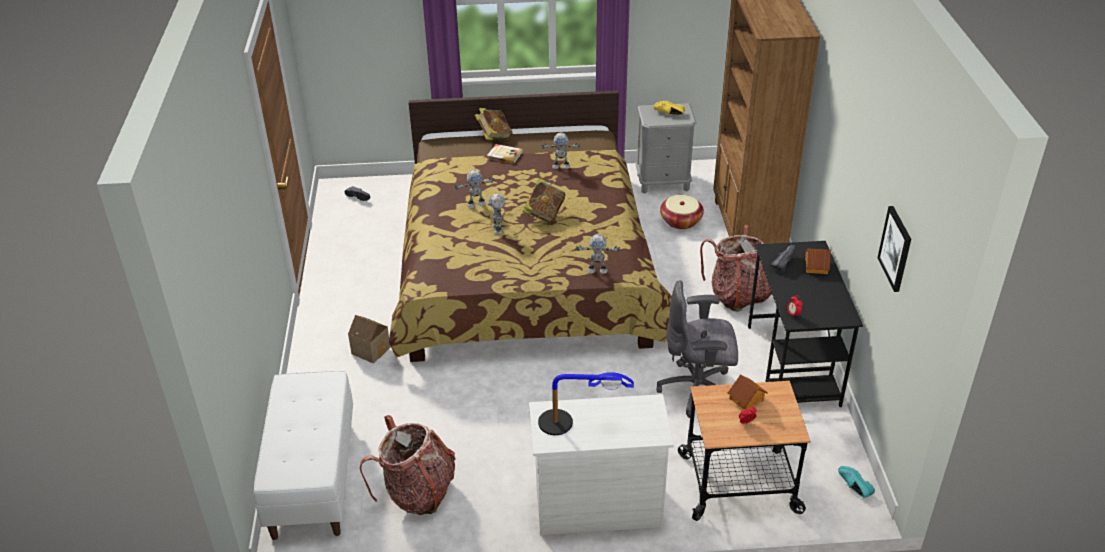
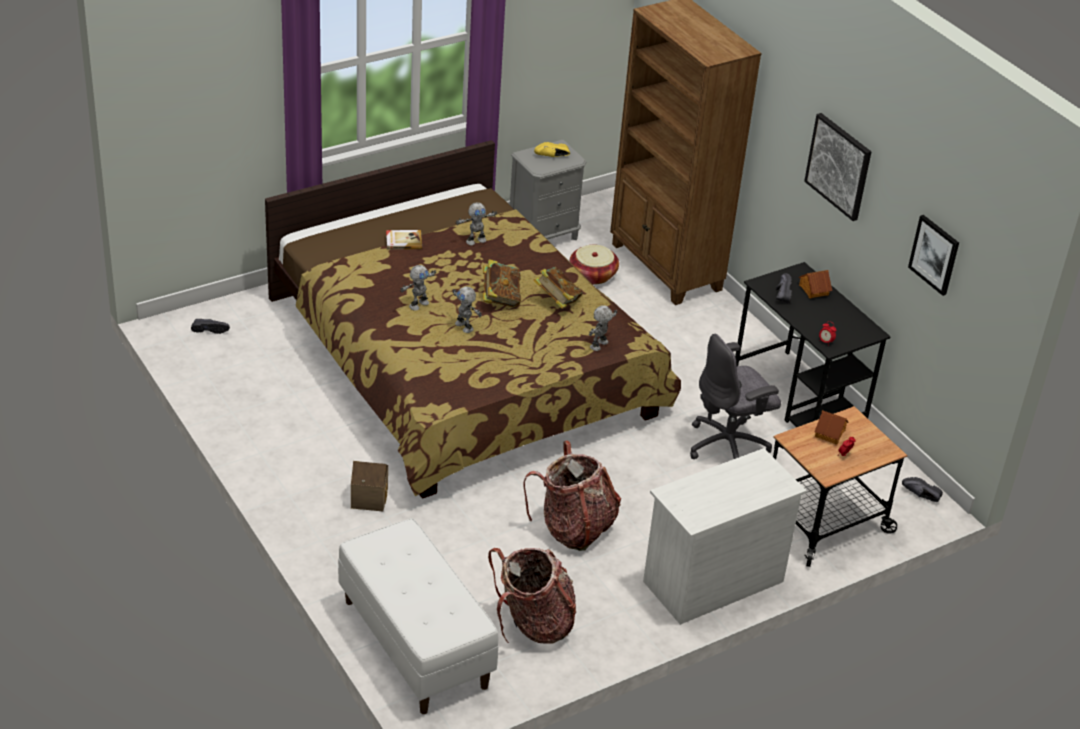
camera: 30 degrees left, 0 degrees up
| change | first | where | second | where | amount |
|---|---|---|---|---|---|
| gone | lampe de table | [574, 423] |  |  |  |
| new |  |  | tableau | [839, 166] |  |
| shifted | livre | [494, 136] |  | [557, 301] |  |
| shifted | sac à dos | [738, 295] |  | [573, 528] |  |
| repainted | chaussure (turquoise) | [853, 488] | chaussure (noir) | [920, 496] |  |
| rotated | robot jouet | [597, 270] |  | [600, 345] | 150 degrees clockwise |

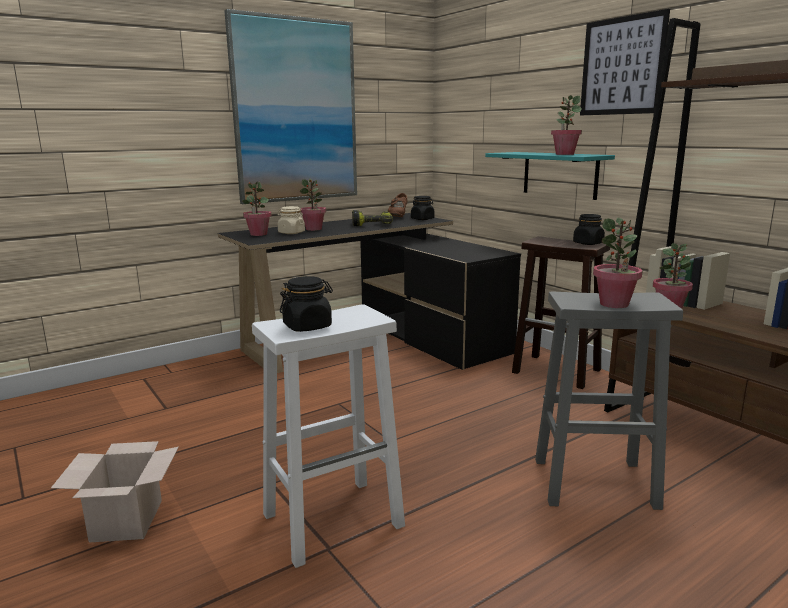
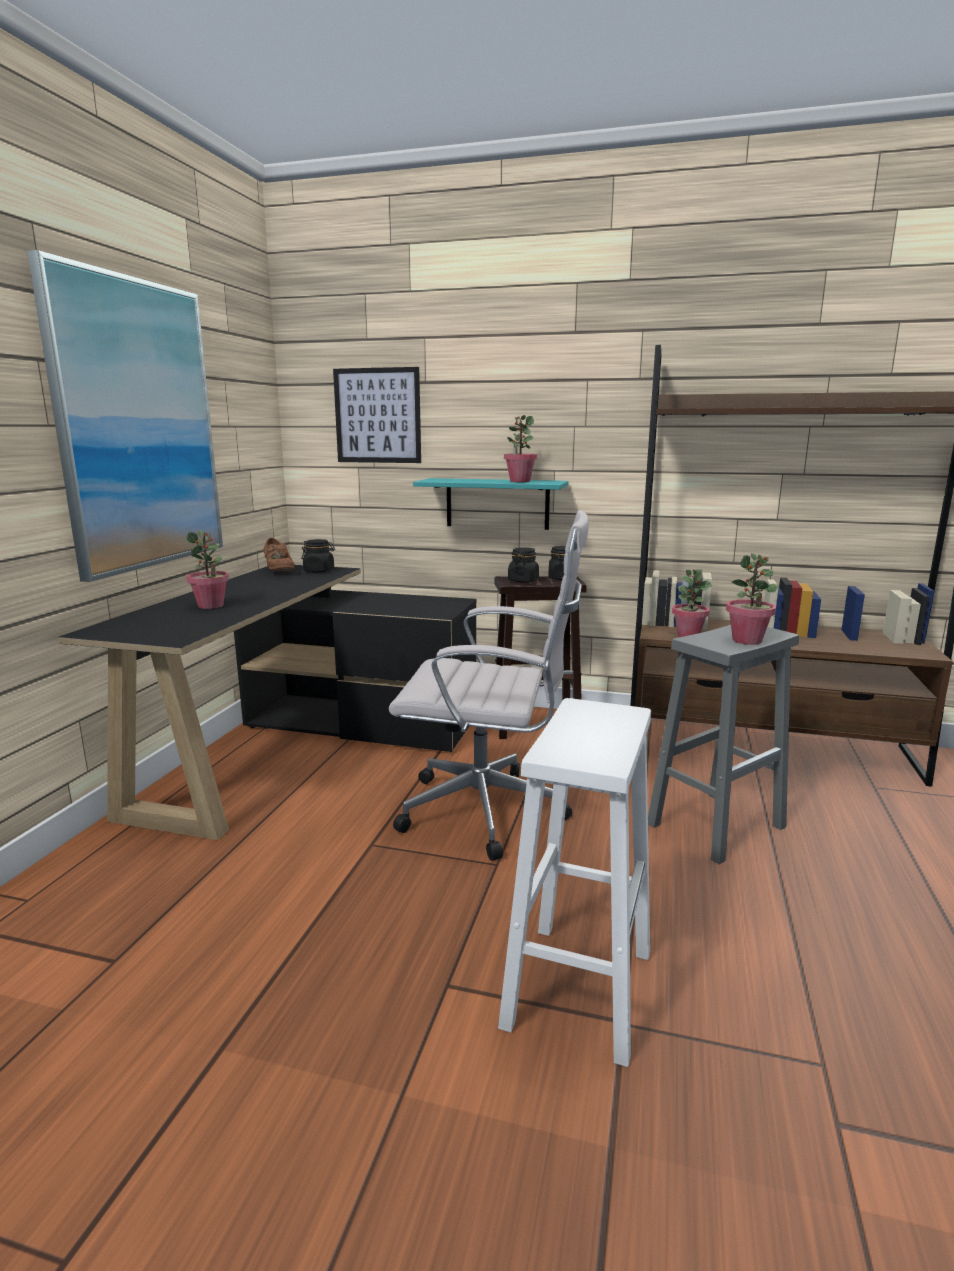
camera: 40 degrees left, 0 degrees up
| change | first | where | second | where | amount |
|---|---|---|---|---|---|
| gone | carton | [126, 519] |  |  |  |
| gone | plante en pot | [258, 234] |  |  |  |
| gone | bocal (beige) | [291, 233] |  |  |  |
| gone | perceuse | [372, 224] |  |  |  |
| new |  |  | chaise de bureau (blanc) | [490, 812] |  |
| shifted | bocal (noir) | [307, 326] |  | [523, 580] |  |
| shifted | tableau | [622, 66] |  | [377, 416] |  |

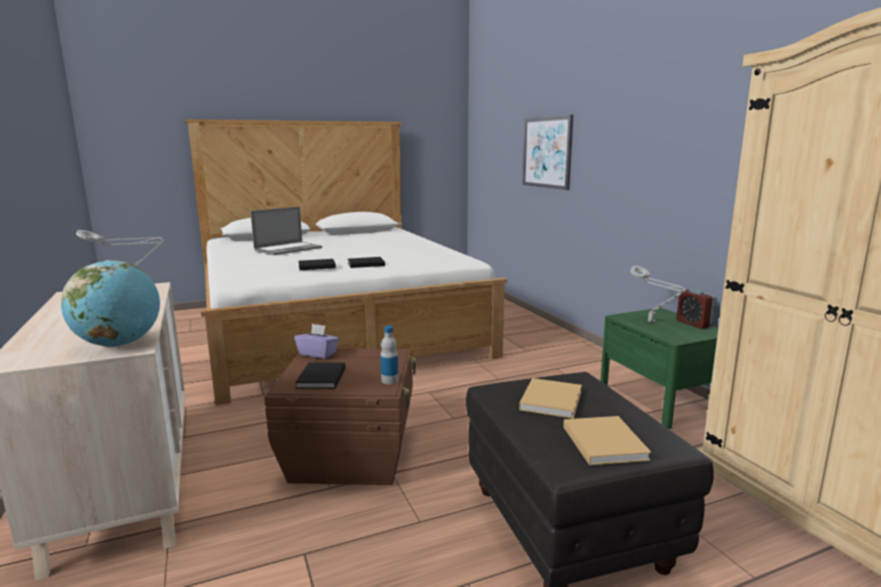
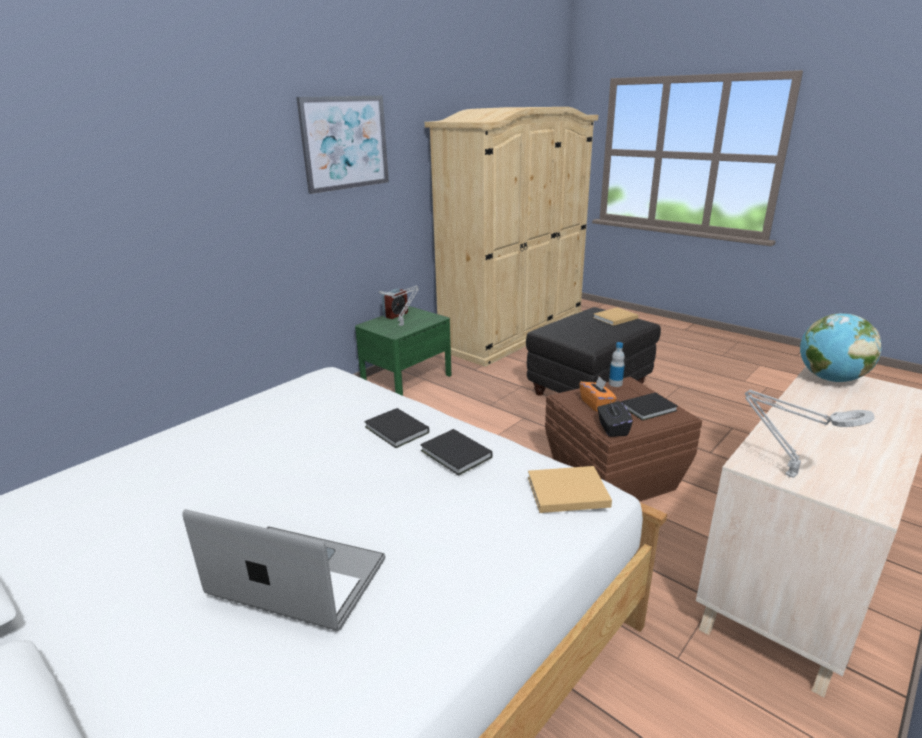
camera: 115 degrees left, 10 degrees up
| change | first | where | second | where | amount |
|---|---|---|---|---|---|
| new |  |  | boîte à mouchoirs (orange) | [596, 404] |  |
| shifted | livre (beige) | [551, 399] |  | [565, 492] |  |
| shifted | tableau | [547, 152] |  | [345, 143] |  |
| repainted | boîte à mouchoirs (violet) | [318, 354] | boîte à mouchoirs (noir) | [612, 429] |  |

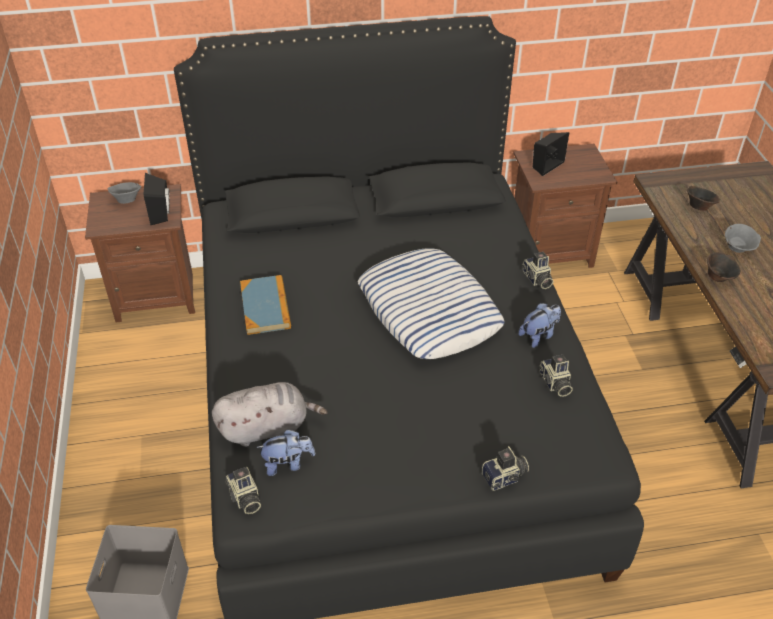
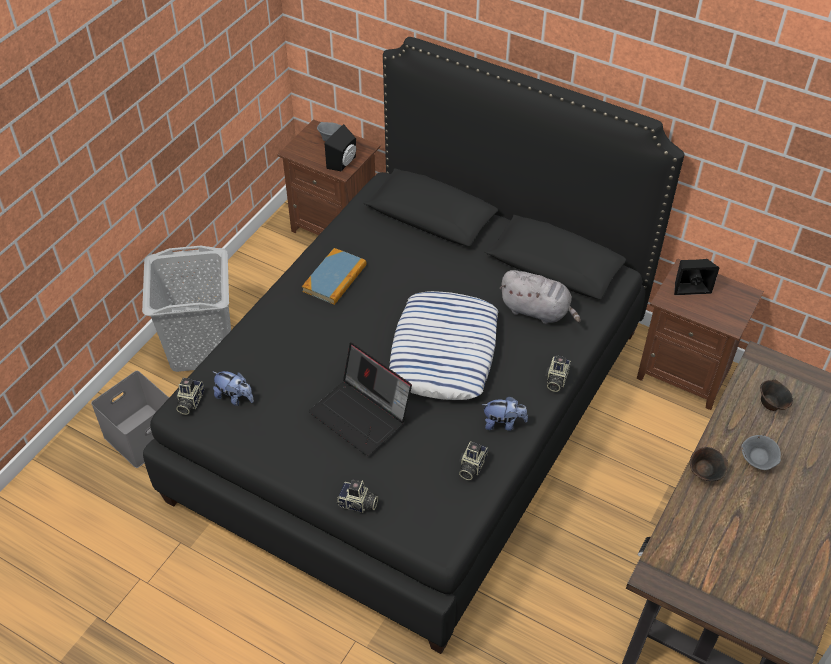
camera: 40 degrees right, 5 degrees up
| change | first | where | second | where | amount |
|---|---|---|---|---|---|
| new |  |  | panier à linge (gris) | [202, 347] |  |
| new |  |  | ordinateur portable | [362, 415] |  |
| shifted | peluche (gris) | [267, 428] |  | [537, 311] |  |

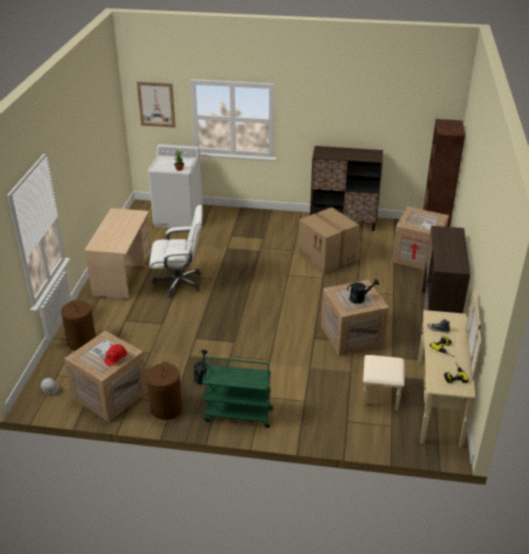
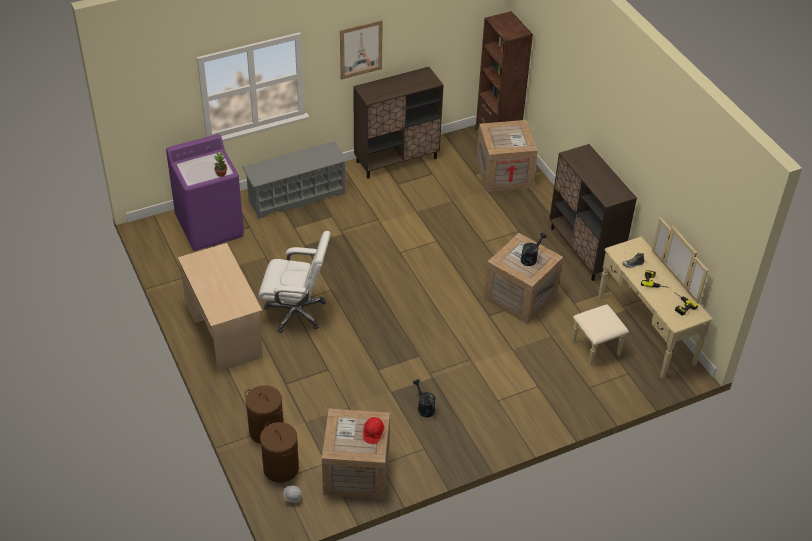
camera: 35 degrees left, 10 degrees up
| change | first | where | second | where | amount |
|---|---|---|---|---|---|
| gone | chariot (vert) | [237, 415] |  |  |  |
| gone | carton | [328, 257] |  |  |  |
| new |  |  | étagère à chaussures (gris) | [296, 197] |  |
| shifted | tableau | [156, 104] |  | [361, 49] |  |
| shifted | panier à linge (marron) | [166, 408] |  | [281, 468] |  |
| repainted | lave-linge (blanc) | [178, 217] | lave-linge (violet) | [210, 227] |  |
| rotated | chaise de bureau (blanc) | [179, 282] |  | [296, 312] | 45 degrees clockwise |

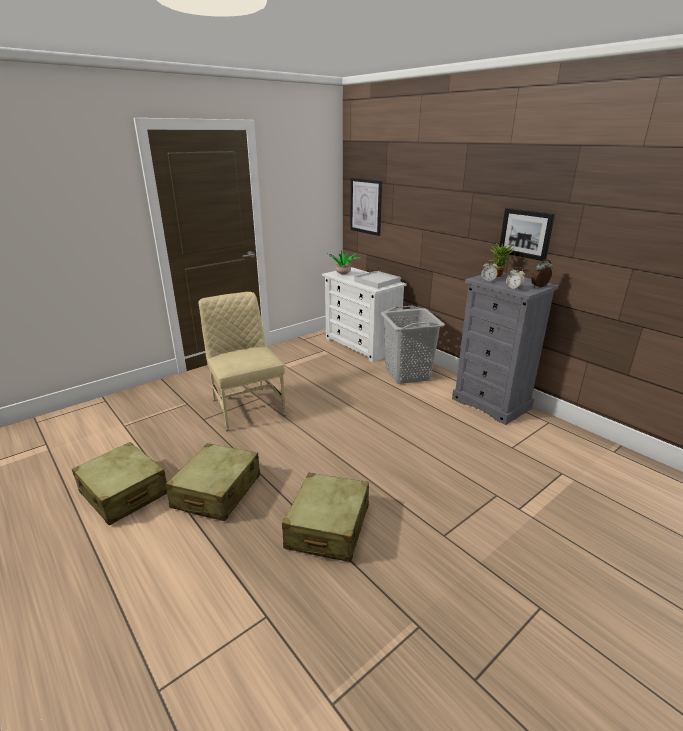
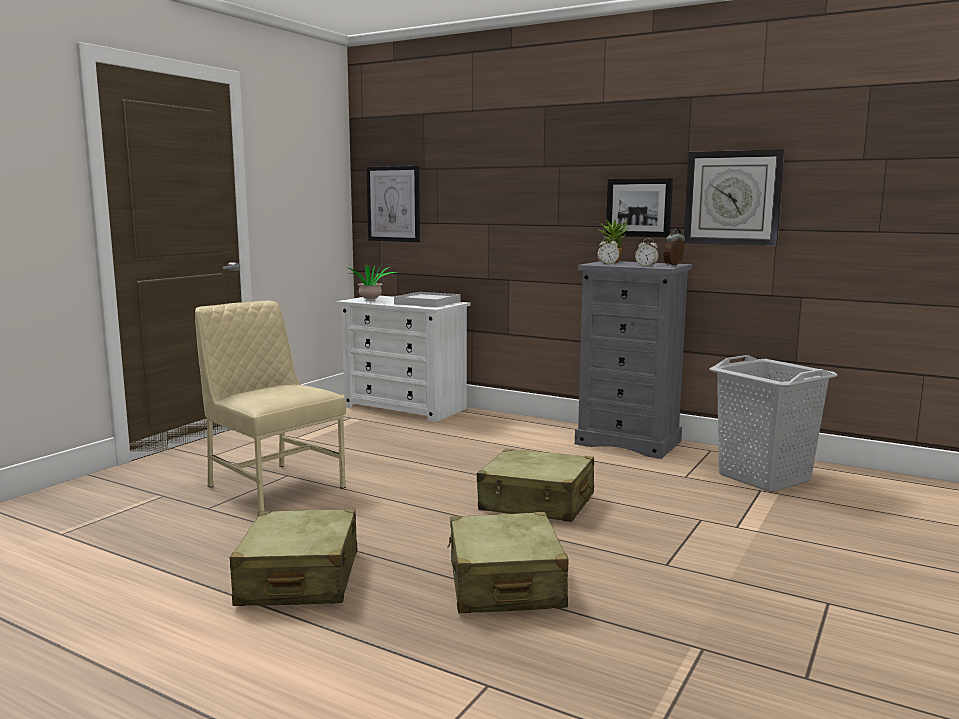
camera: 20 degrees left, 15 degrees down
| change | first | where | second | where | amount |
|---|---|---|---|---|---|
| new |  |  | horloge murale | [732, 198] |  |
| shifted | valise (beige) | [124, 493] |  | [537, 503] |  |
| shifted | panier à linge (gris) | [407, 374] |  | [764, 478] |  |

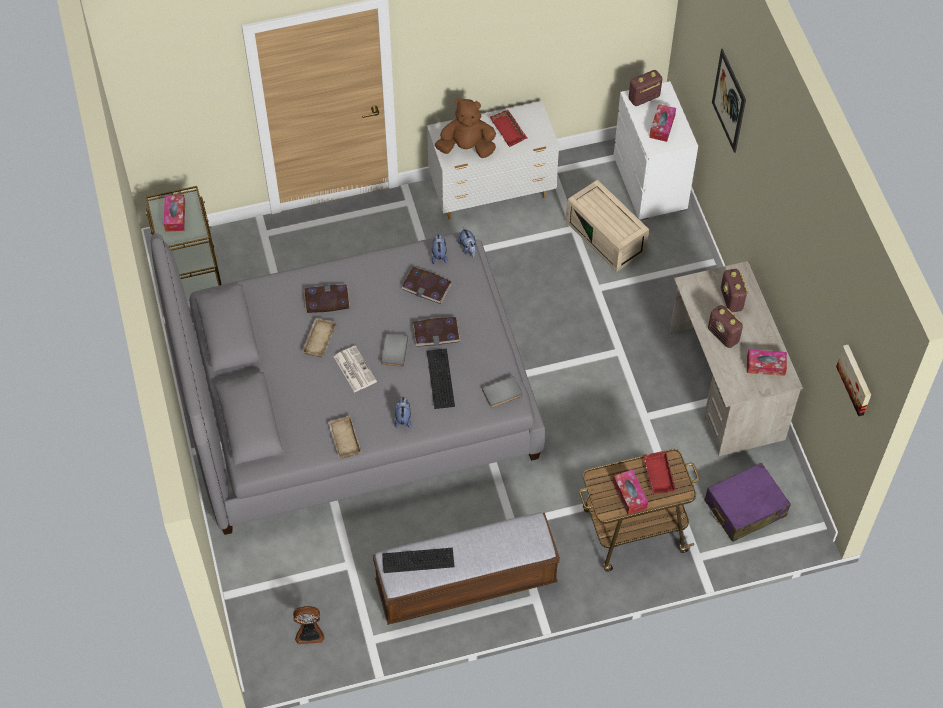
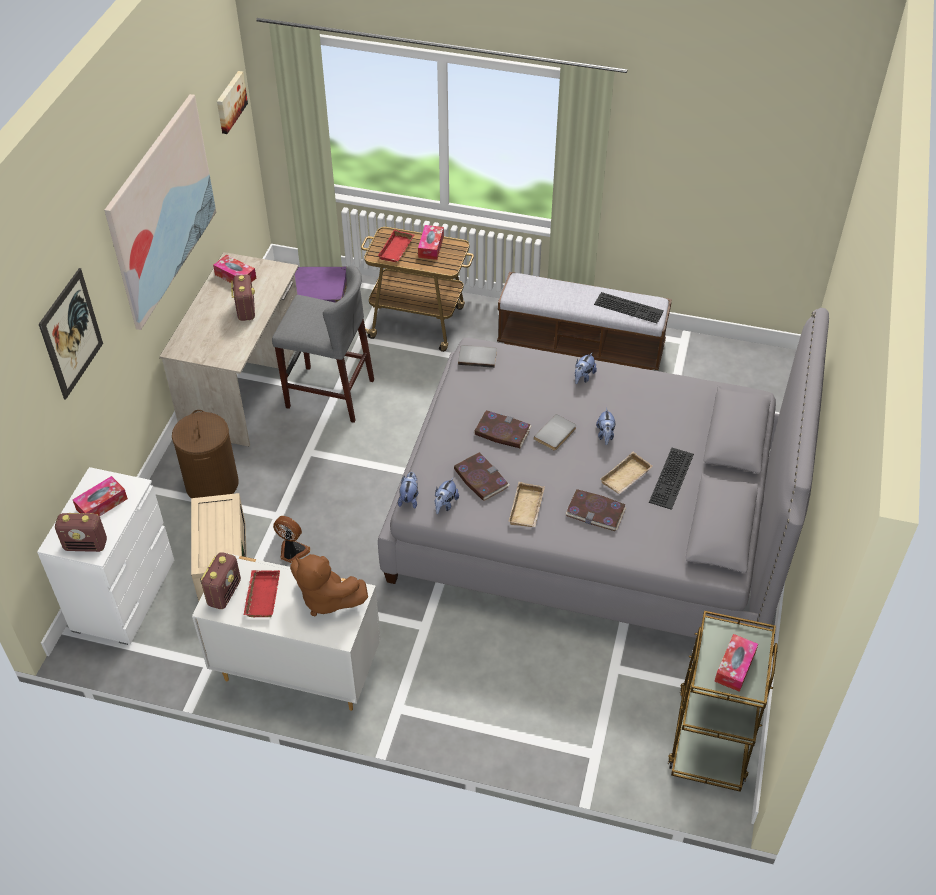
camera: 150 degrees left, 10 degrees down
| change | first | where | second | where | amount |
|---|---|---|---|---|---|
| new |  |  | tableau | [162, 210] |  |
| new |  |  | panier à linge (marron) | [212, 484] |  |
| new |  |  | tabouret (gris) | [330, 393] |  |
| shifted | ventilateur | [309, 632] |  | [292, 552] |  |
| shifted | plateau (beige) | [343, 439] |  | [527, 509] |  |
| shifted | clavier | [439, 378] |  | [672, 479] |  |
| shifted | radio | [731, 300] |  | [224, 592] |  |
| swapped | journal | [354, 369] | peluche | [605, 435] |  |

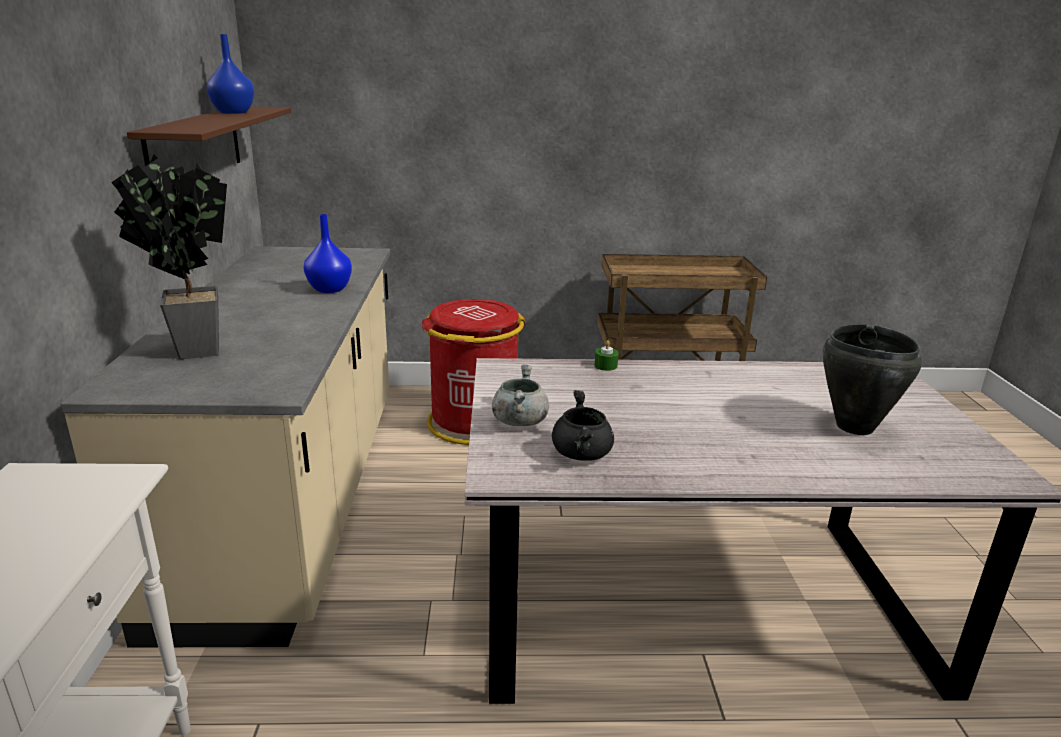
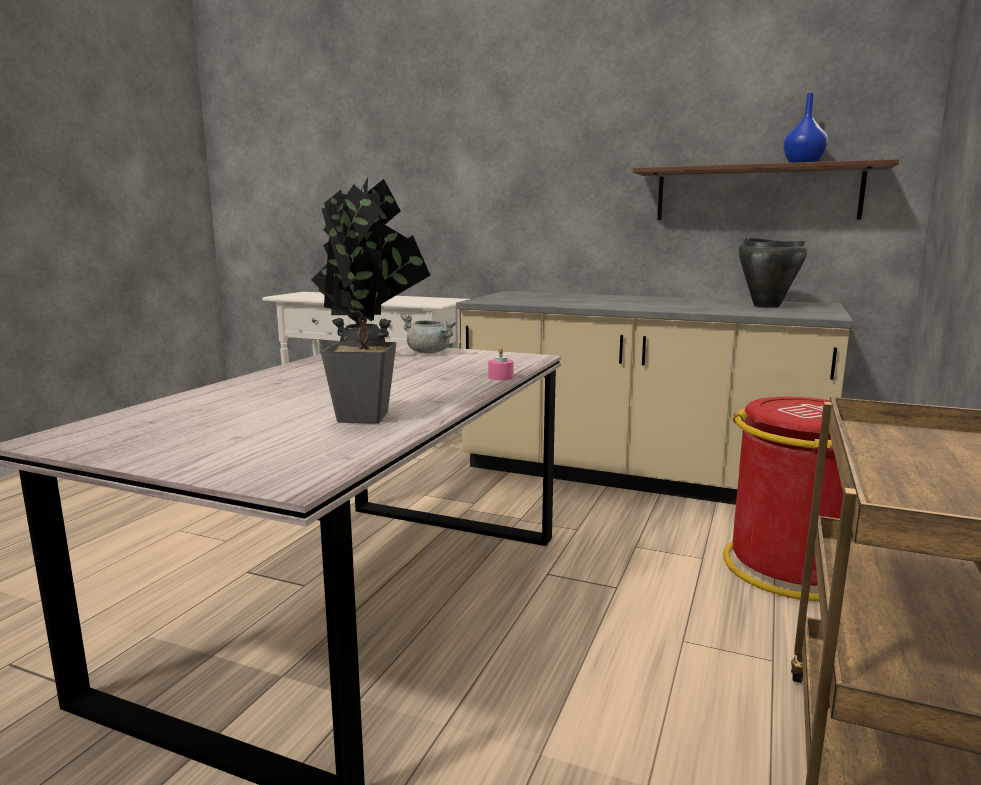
camera: 115 degrees right, 10 degrees down
| change | first | where | second | where | amount |
|---|---|---|---|---|---|
| gone | vase (bleu) | [330, 289] |  |  |  |
| shifted | plante en pot | [191, 350] |  | [370, 414] |  |
| shifted | marmite (noir) | [854, 427] |  | [766, 306] |  |
| repainted | bougie (vert) | [605, 366] | bougie (rose) | [500, 377] |  |

